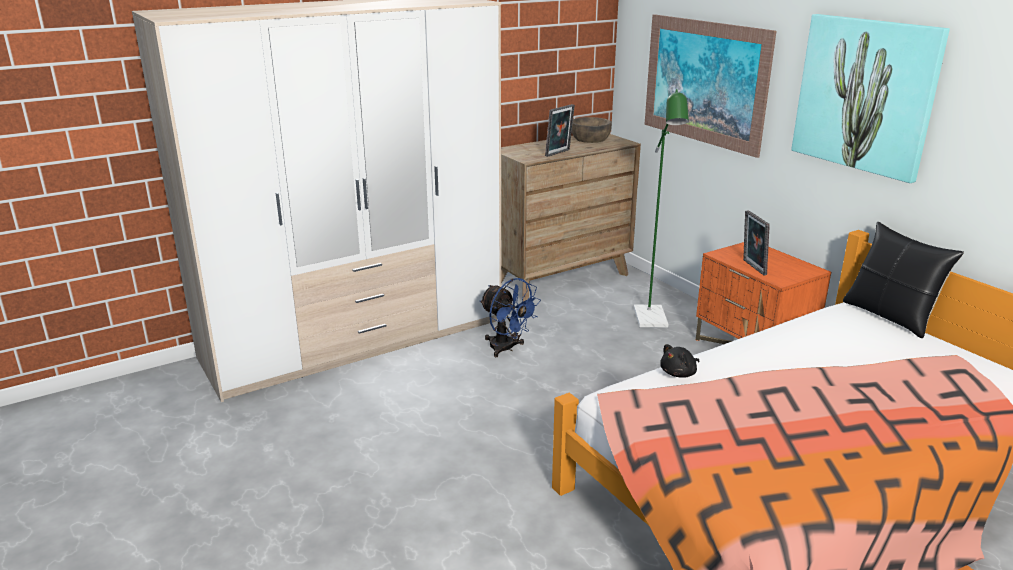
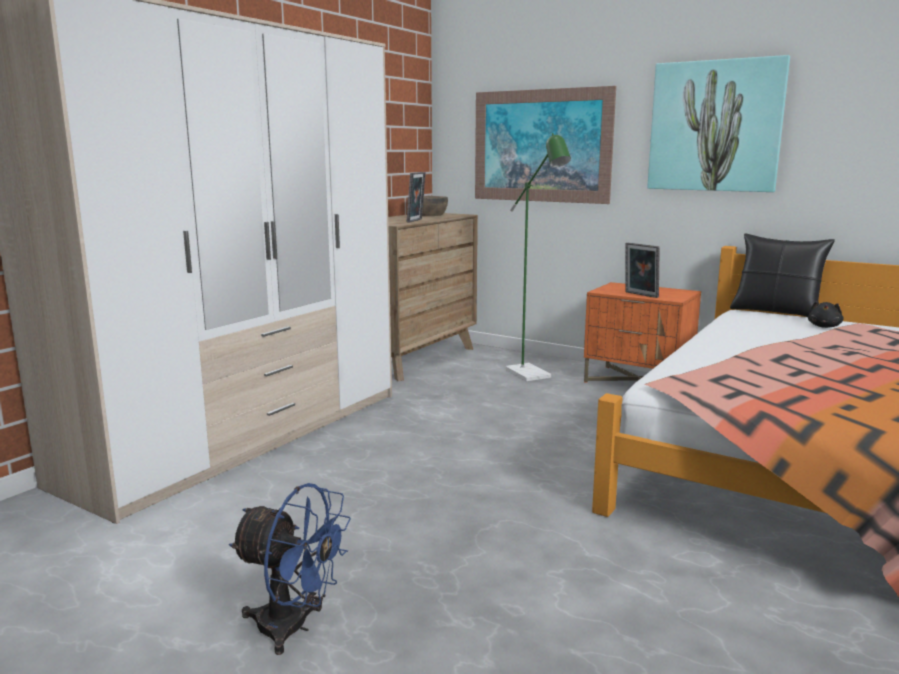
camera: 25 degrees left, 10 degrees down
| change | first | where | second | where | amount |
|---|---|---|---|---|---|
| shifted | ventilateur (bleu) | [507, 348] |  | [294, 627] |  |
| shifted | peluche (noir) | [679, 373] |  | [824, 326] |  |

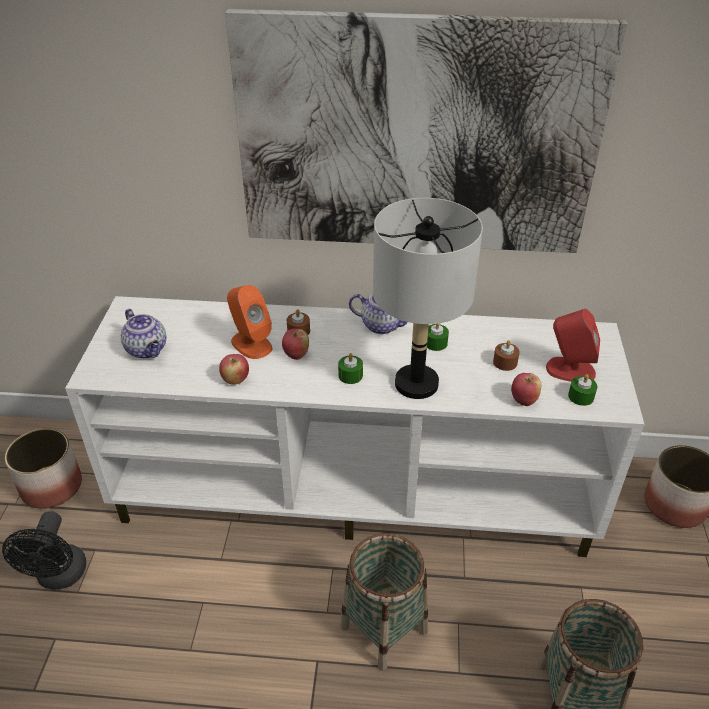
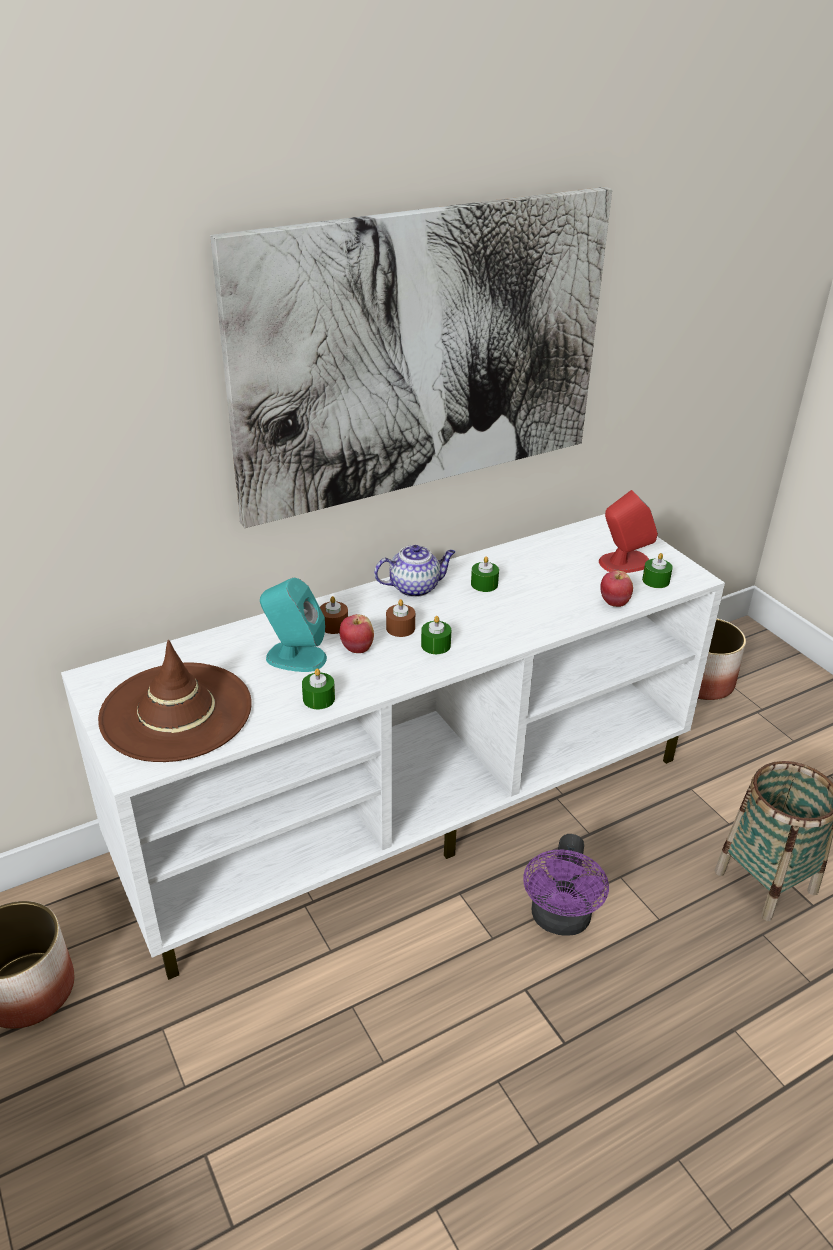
camera: 35 degrees left, 5 degrees down
| change | first | where | second | where | amount |
|---|---|---|---|---|---|
| gone | ventilateur (noir) | [59, 577] |  |  |  |
| gone | lampe de table (gris) | [416, 384] |  |  |  |
| shifted | bougie (marron) | [505, 362] |  | [400, 628] |  |
| swapped | théière | [147, 350] | chapeau (marron) | [176, 712] |  |
| swapped | pomme | [235, 380] | bougie (vert) | [319, 699] |  |
| swapped | panier | [384, 628] | ventilateur (violet) | [560, 921] |  |
| repainted | enceinte (orange) | [251, 344] | enceinte (turquoise) | [295, 657] |  |

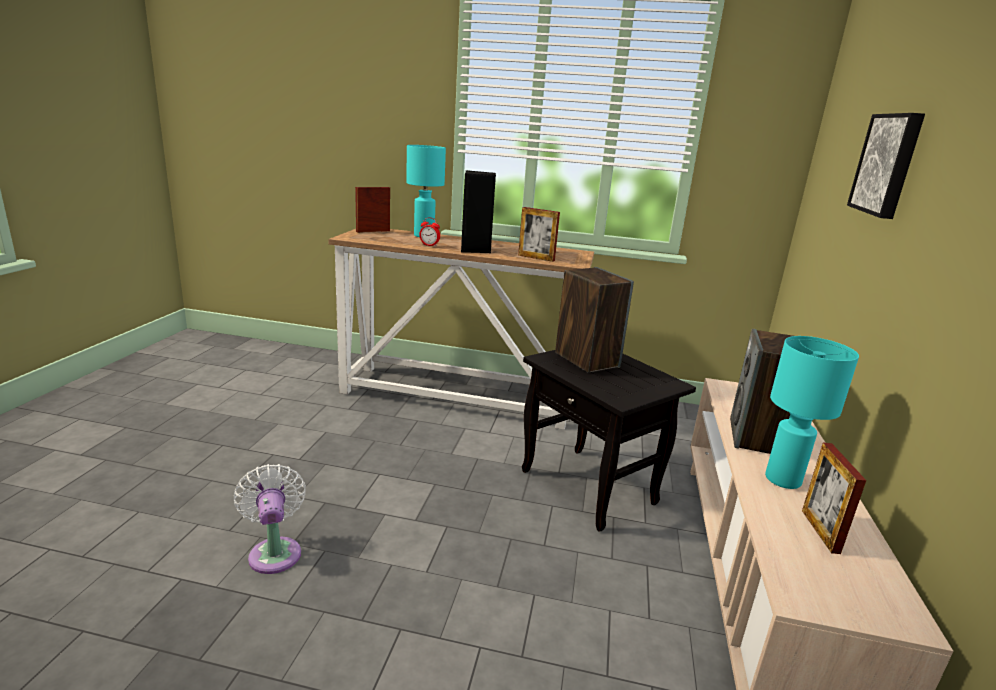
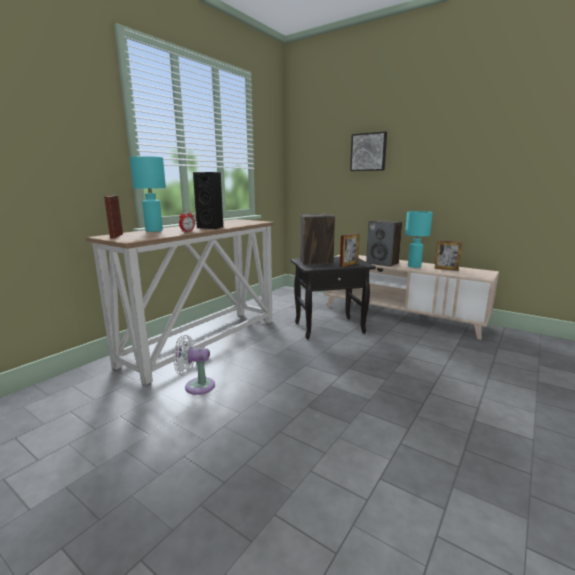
camera: 65 degrees left, 5 degrees down
| change | first | where | second | where | amount |
|---|---|---|---|---|---|
| shifted | ventilateur (blanc) | [275, 551] |  | [196, 386] |  |
| shifted | cadre photo | [536, 258] |  | [349, 265] |  |

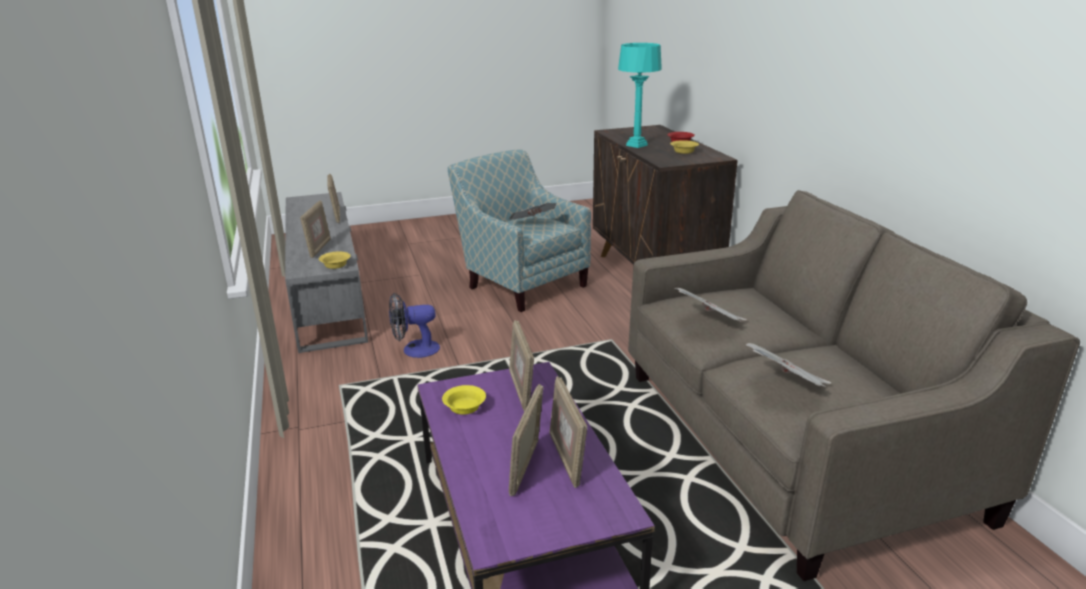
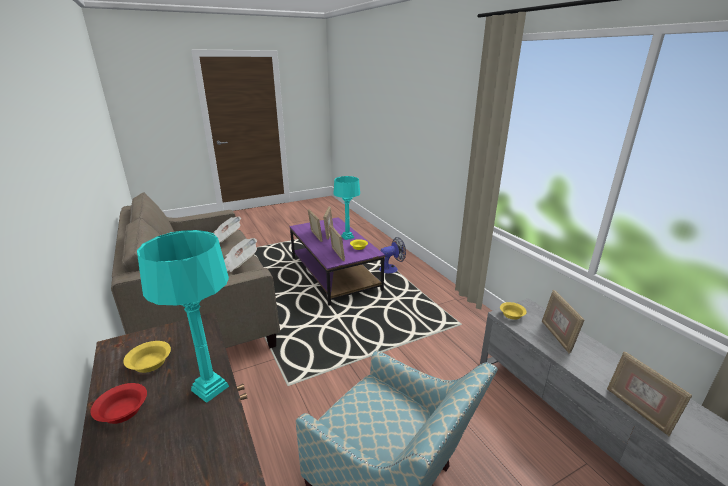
camera: 170 degrees right, 0 degrees up
| change | first | where | second | where | amount |
|---|---|---|---|---|---|
| gone | journal | [532, 224] |  |  |  |
| new |  |  | lampe de table (turquoise) | [347, 237] |  |
| shifted | ventilateur | [414, 350] |  | [391, 268] |  |

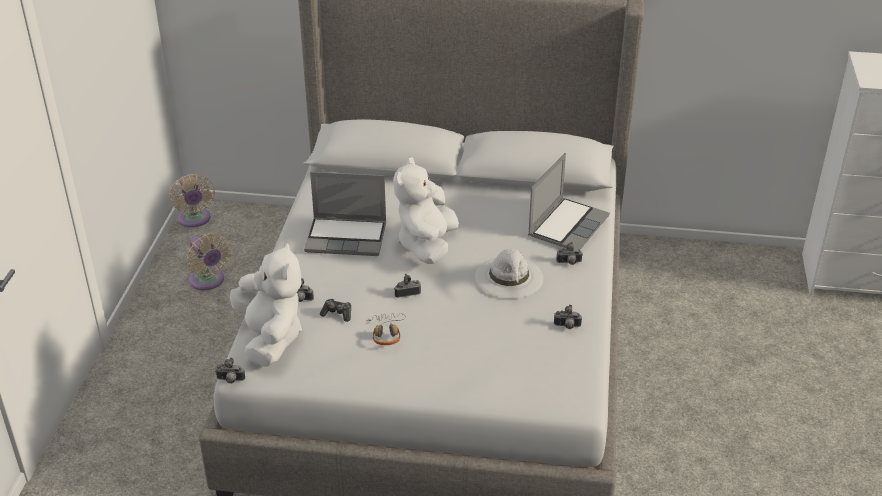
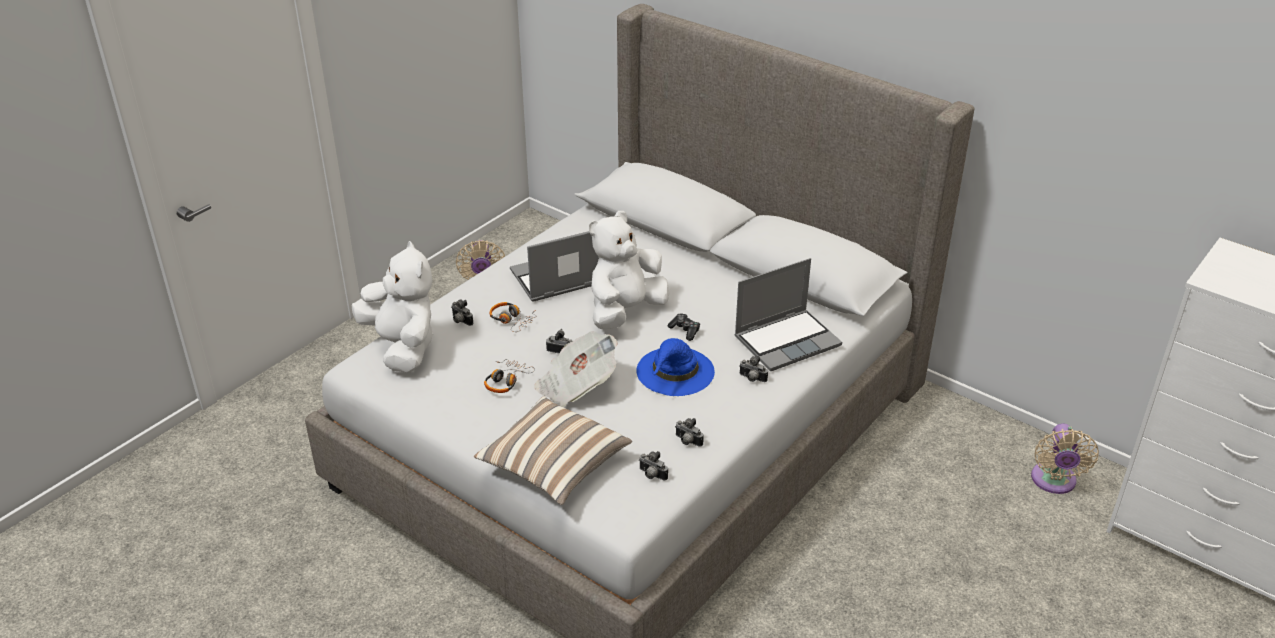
camera: 30 degrees right, 0 degrees up
| change | first | where | second | where | amount |
|---|---|---|---|---|---|
| new |  |  | coussin | [553, 466] |  |
| new |  |  | casque audio | [512, 320] |  |
| new |  |  | journal | [576, 385] |  |
| shifted | ventilateur (beige) | [194, 220] |  | [1053, 482] |  |
| shifted | appareil photo | [230, 380] |  | [651, 475] |  |
| shifted | manette | [337, 314] |  | [685, 330] |  |
| repainted | chapeau (blanc) | [509, 278] | chapeau (bleu) | [675, 372] |  |
| rotated | peluche (blanc) | [270, 338] |  | [402, 347] | 45 degrees counterclockwise |
| rotated | ordinateur portable | [347, 237] |  | [557, 278] | 120 degrees clockwise |

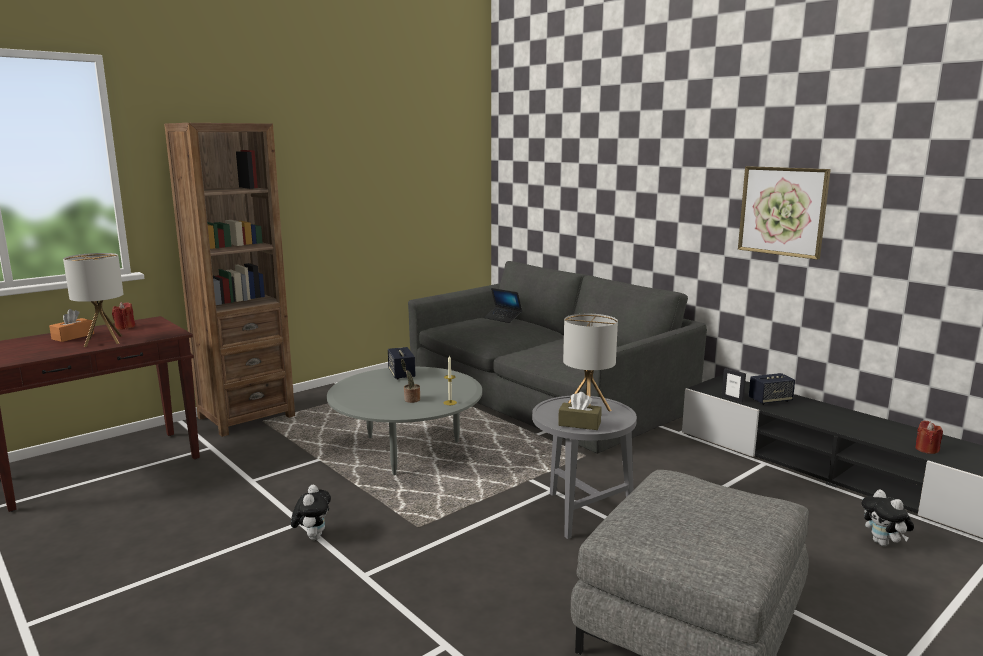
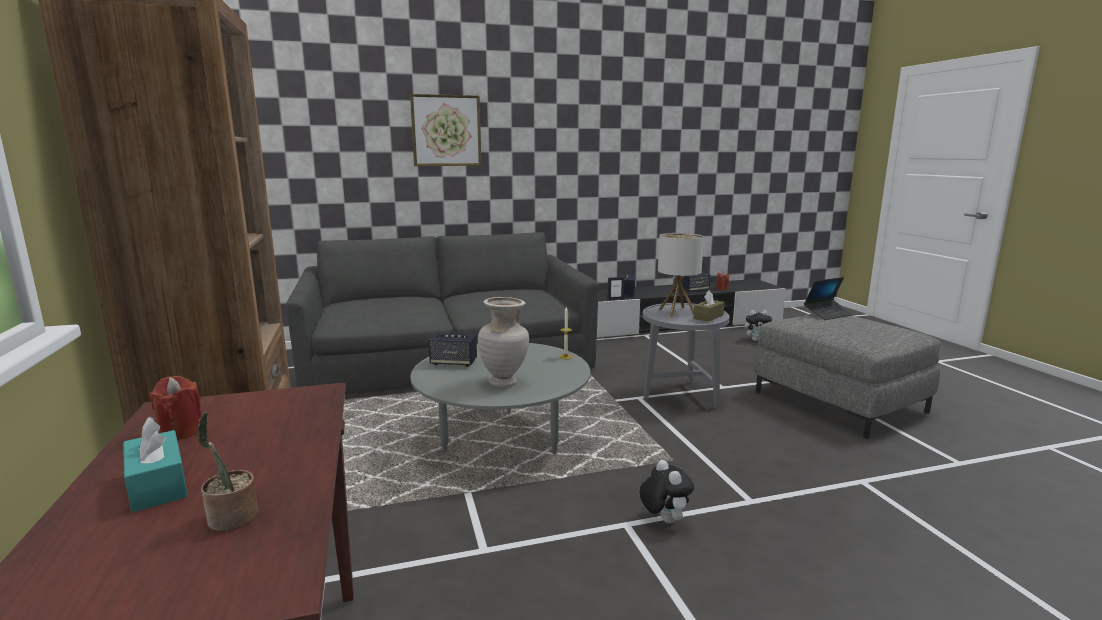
camera: 65 degrees left, 0 degrees up
| change | first | where | second | where | amount |
|---|---|---|---|---|---|
| gone | lampe de table | [103, 341] |  |  |  |
| new |  |  | vase (beige) | [504, 383] |  |
| new |  |  | enceinte | [694, 290] |  |
| shifted | plante en pot | [411, 400] |  | [232, 519] |  |
| shifted | ordinateur portable | [502, 318] |  | [827, 314] |  |
| shifted | tableau | [782, 211] |  | [446, 131] |  |
| repainted | boîte à mouchoirs (orange) | [73, 336] | boîte à mouchoirs (turquoise) | [157, 485] |  |
| rotated | peluche | [313, 536] |  | [663, 519] | 45 degrees clockwise |

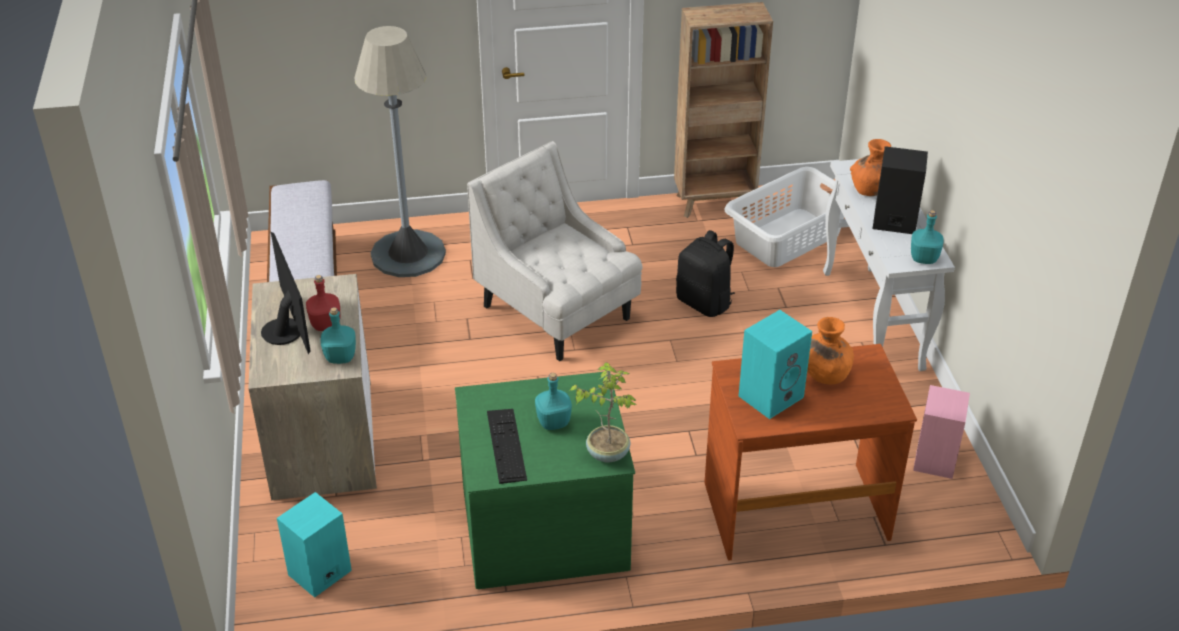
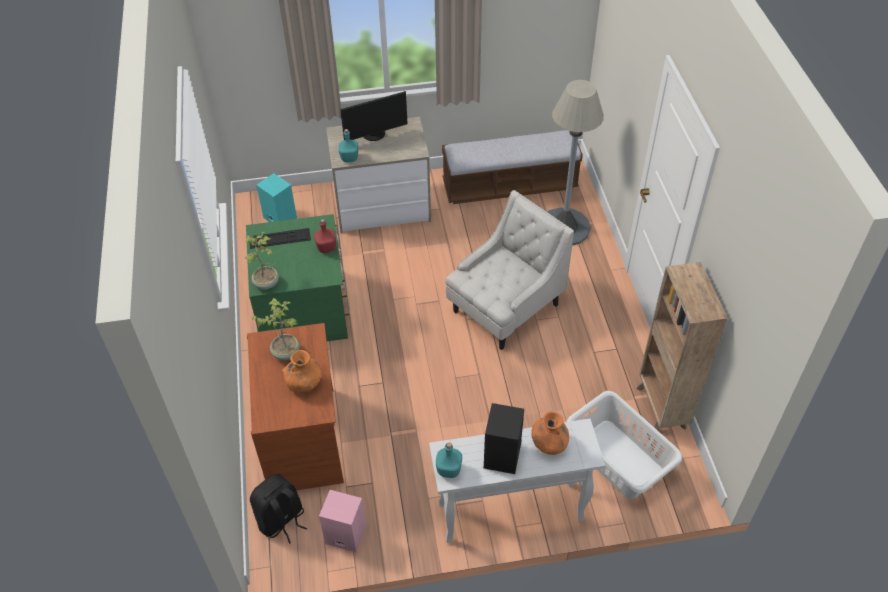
camera: 90 degrees right, 10 degrees up
| change | first | where | second | where | amount |
|---|---|---|---|---|---|
| gone | bouteille (turquoise) | [553, 422] |  |  |  |
| shifted | bouteille (rouge) | [326, 324] |  | [326, 248] |  |
| shifted | sac à dos (noir) | [705, 303] |  | [281, 520] |  |
| swapped | enceinte (turquoise) | [771, 395] | plante en pot | [286, 352] |  |

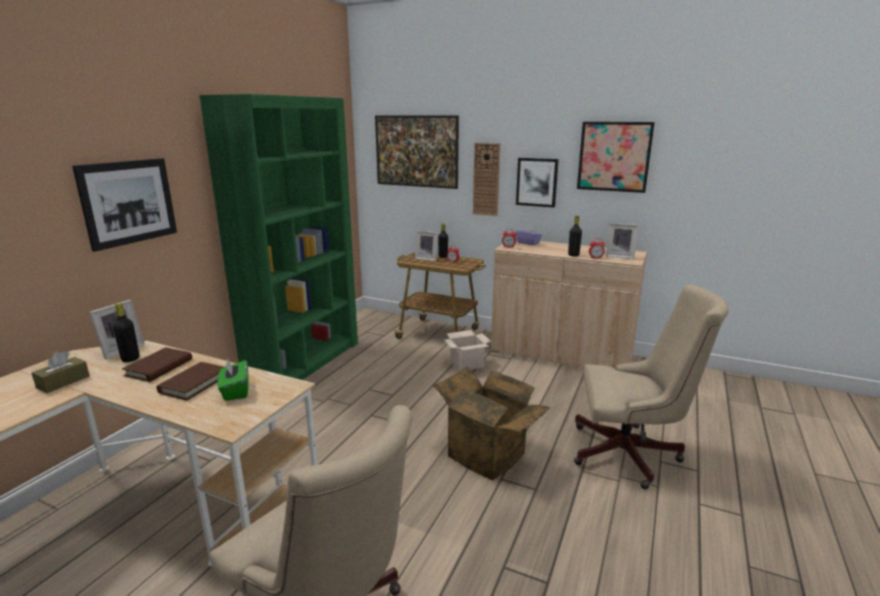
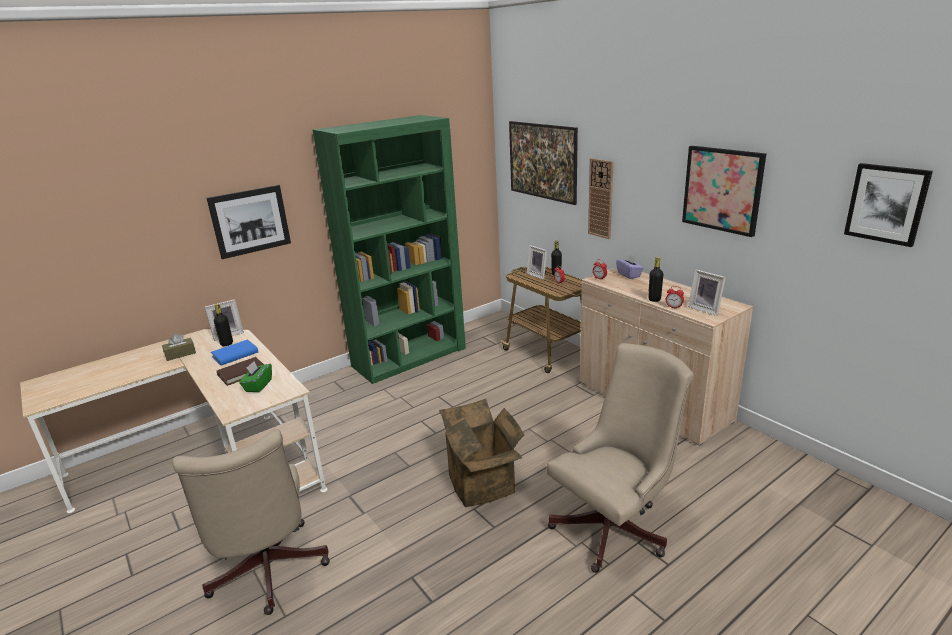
camera: 30 degrees right, 5 degrees up
| change | first | where | second | where | amount |
|---|---|---|---|---|---|
| gone | carton | [467, 364] |  |  |  |
| shifted | tableau | [537, 182] |  | [886, 204] |  |
| repainted | livre (marron) | [159, 367] | livre (bleu) | [235, 355] |  |
| rotated | chaise de bureau (beige) | [631, 454] |  | [615, 526] | 75 degrees counterclockwise |

